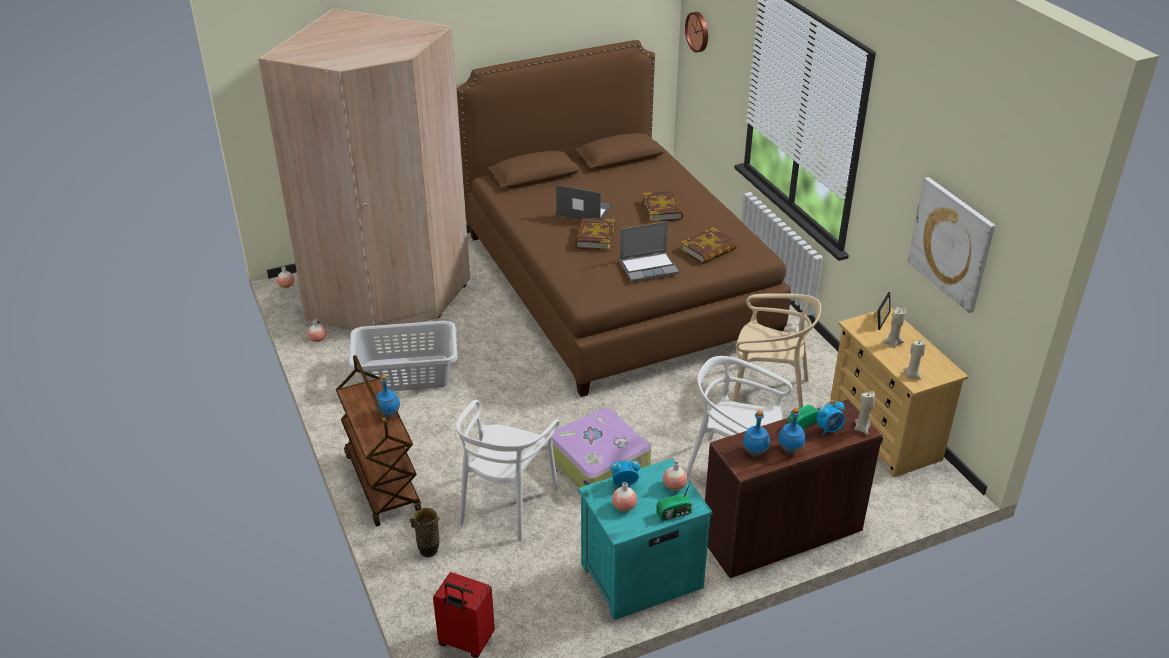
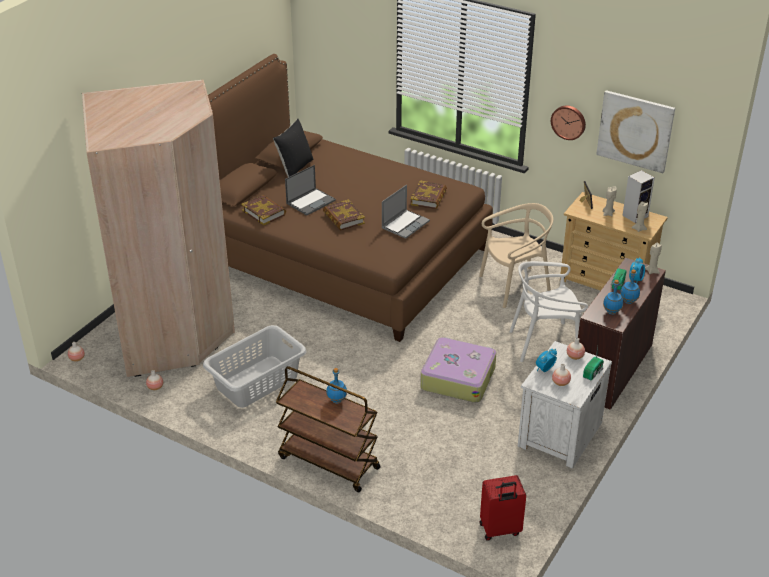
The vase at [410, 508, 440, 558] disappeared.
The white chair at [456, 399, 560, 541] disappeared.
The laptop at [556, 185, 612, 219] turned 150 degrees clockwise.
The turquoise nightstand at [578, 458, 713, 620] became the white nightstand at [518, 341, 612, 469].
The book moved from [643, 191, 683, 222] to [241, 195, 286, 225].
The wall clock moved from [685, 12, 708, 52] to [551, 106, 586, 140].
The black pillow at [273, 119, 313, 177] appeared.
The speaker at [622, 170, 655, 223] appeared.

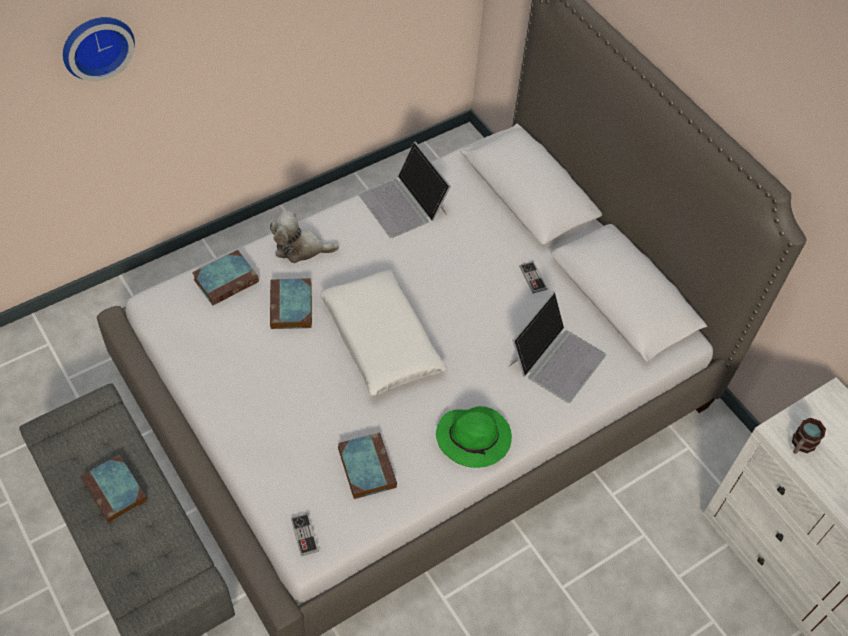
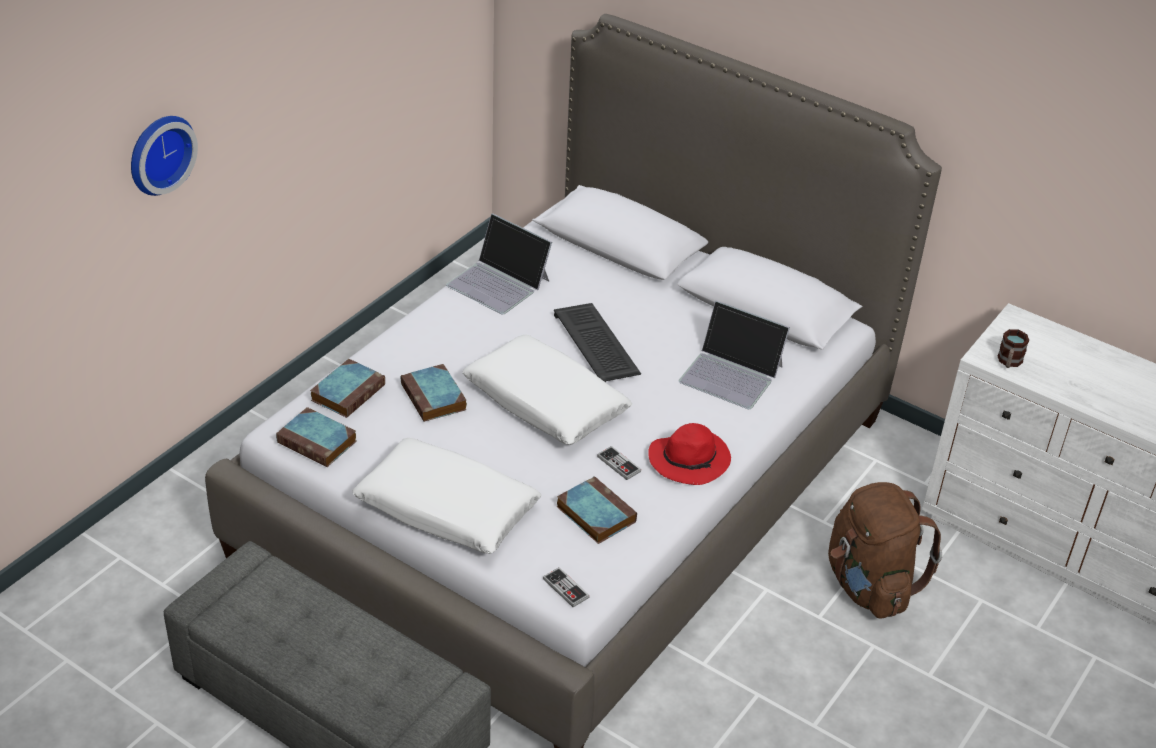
The book moved from [81, 455, 148, 524] to [276, 407, 357, 467].
The plush toy at [270, 211, 339, 263] disappeared.
The green hat at [436, 406, 512, 468] became the red hat at [648, 423, 731, 485].
The laptop at [509, 291, 606, 403] turned 105 degrees clockwise.
The game controller moved from [519, 261, 548, 294] to [597, 446, 641, 480].
The white pillow at [352, 438, 542, 554] appeared.
The keyboard at [554, 303, 641, 382] appeared.
The brown backpack at [828, 482, 942, 619] appeared.

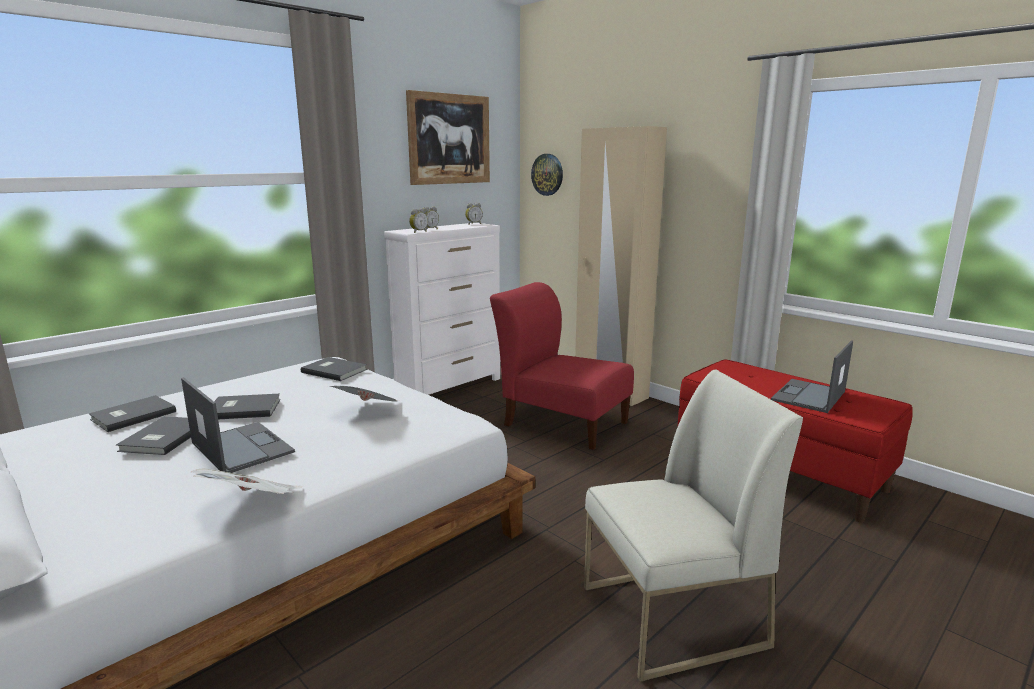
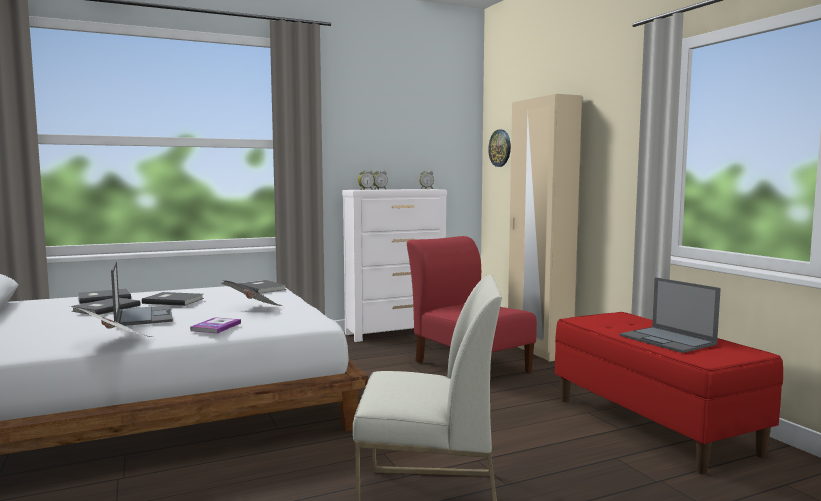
The picture at [406, 90, 490, 185] disappeared.
The laptop at [771, 341, 853, 413] turned 90 degrees counterclockwise.
The book at [190, 317, 241, 333] appeared.

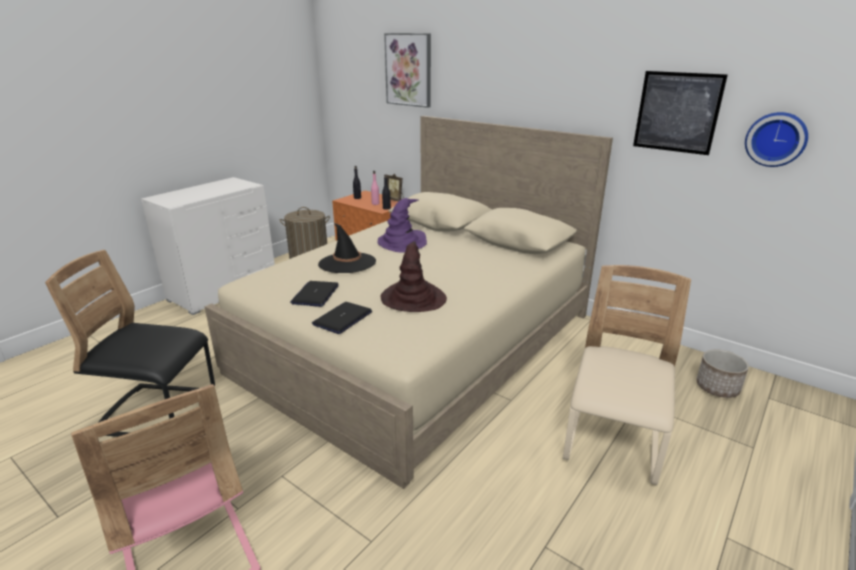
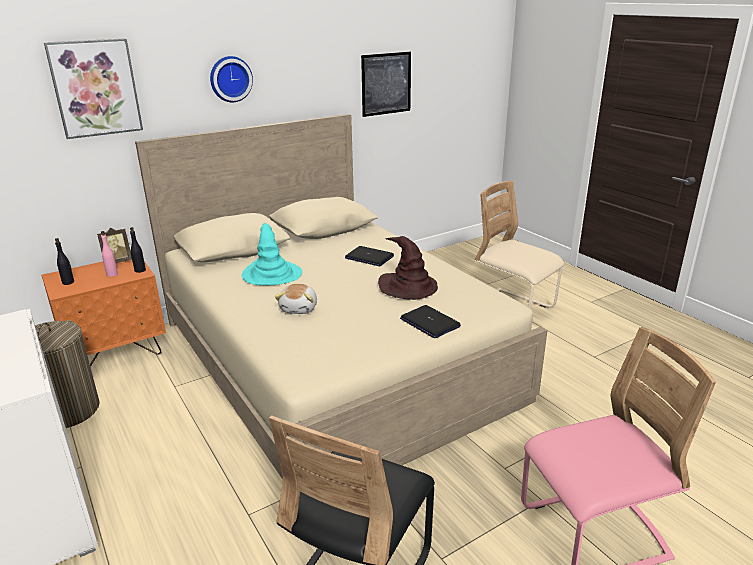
The laptop moved from [290, 281, 339, 307] to [345, 246, 394, 266].
The black hat at [318, 223, 376, 273] was replaced by the plush toy at [275, 284, 317, 314].
The purple hat at [378, 198, 427, 253] became the turquoise hat at [241, 223, 302, 285].
The planter at [696, 350, 749, 398] disappeared.
The wall clock moved from [745, 112, 808, 167] to [210, 56, 253, 102].

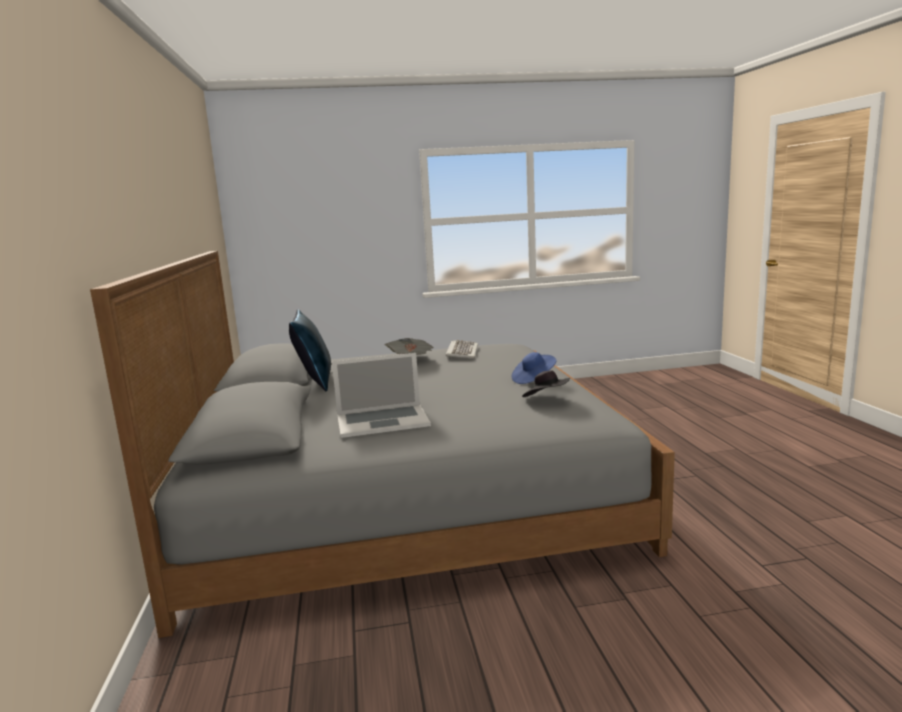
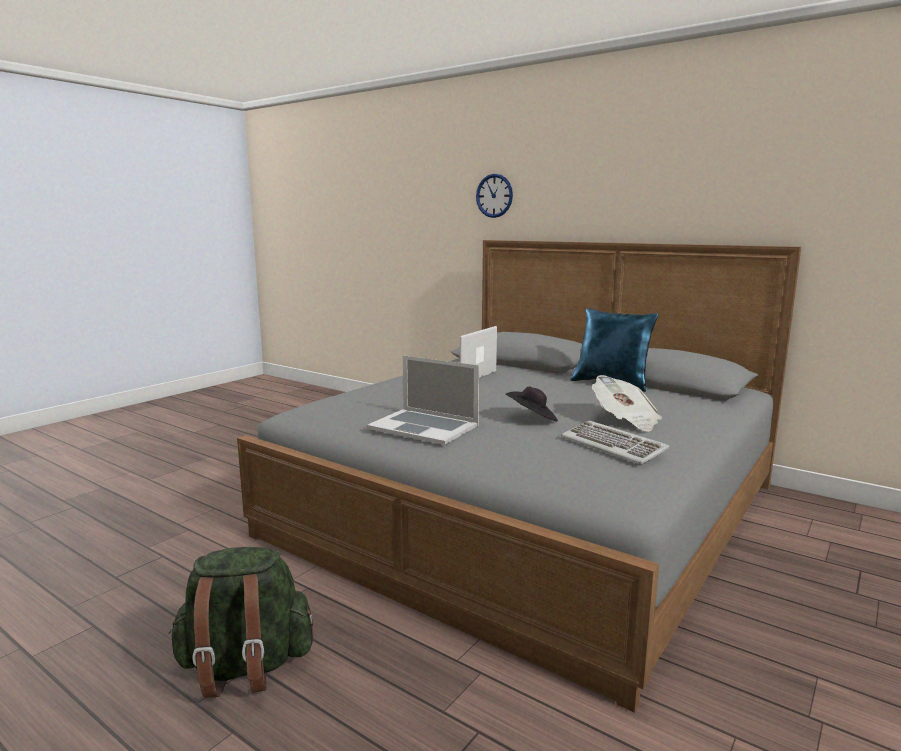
The blue hat at [512, 352, 557, 384] was replaced by the laptop at [367, 355, 479, 445].
The black hat moved from [522, 371, 570, 397] to [506, 387, 558, 422].
The green backpack at [168, 547, 314, 698] appeared.
The wall clock at [476, 174, 513, 218] appeared.

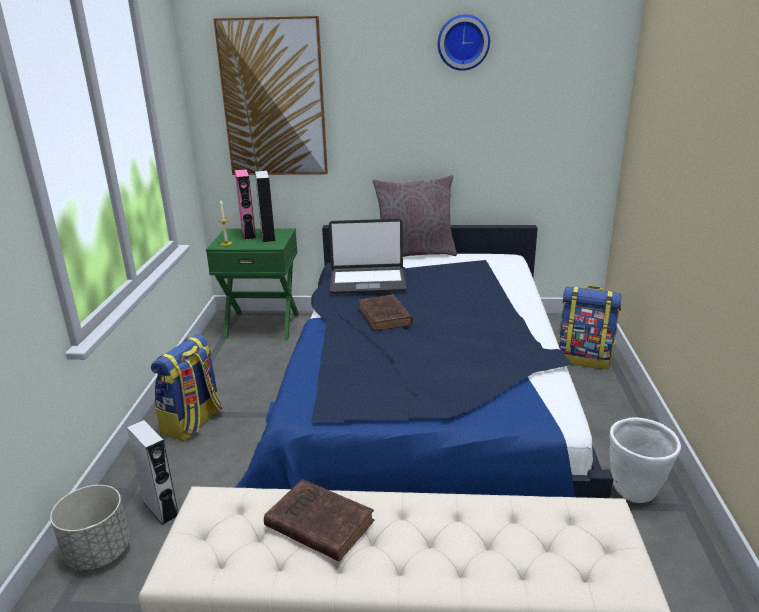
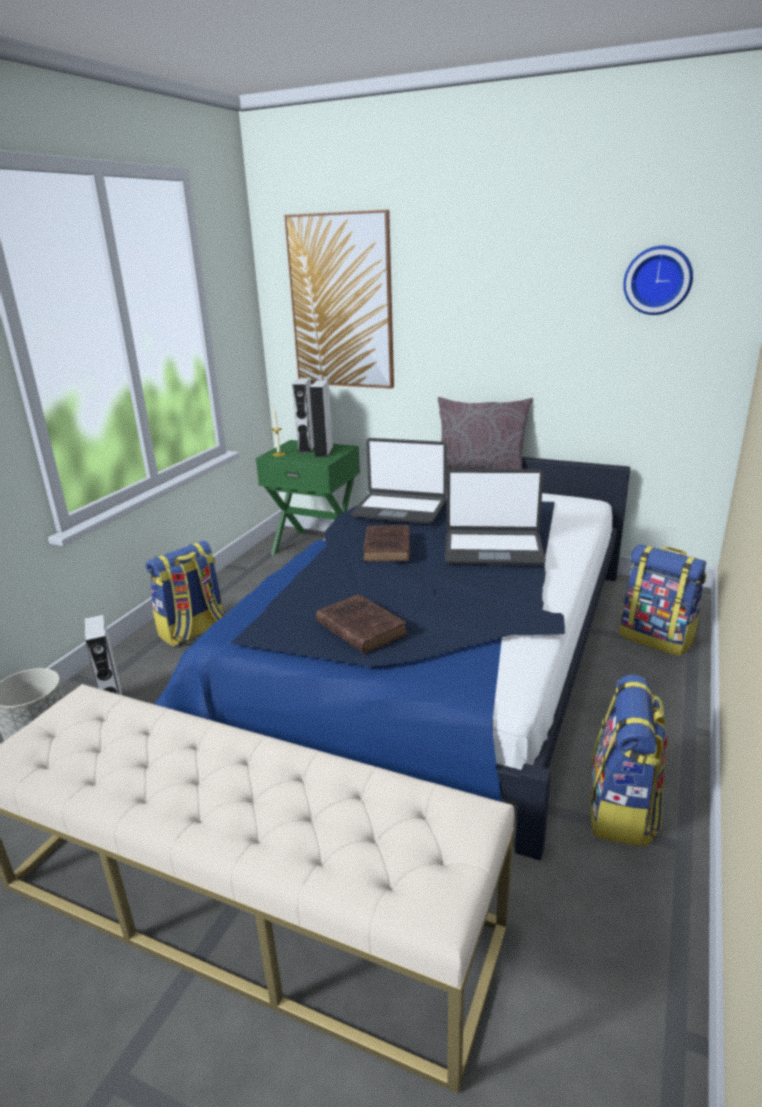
The pink speaker at [235, 169, 256, 240] became the grey speaker at [292, 378, 314, 453].
The brown book moved from [264, 479, 374, 562] to [316, 594, 408, 654].
The wall clock moved from [438, 14, 490, 71] to [623, 246, 693, 315].
The white planter at [610, 417, 681, 503] was replaced by the backpack at [590, 675, 667, 847].
The laptop at [445, 469, 546, 565] appeared.

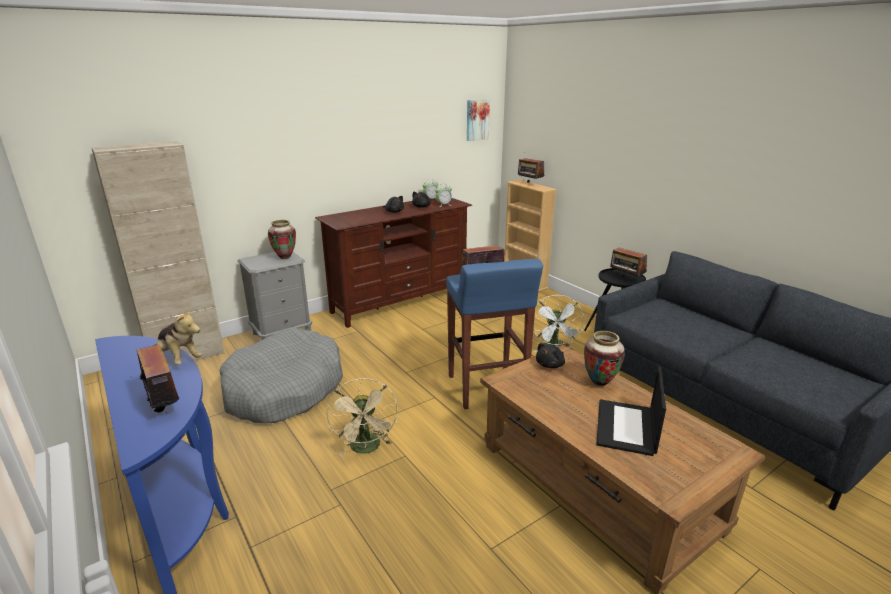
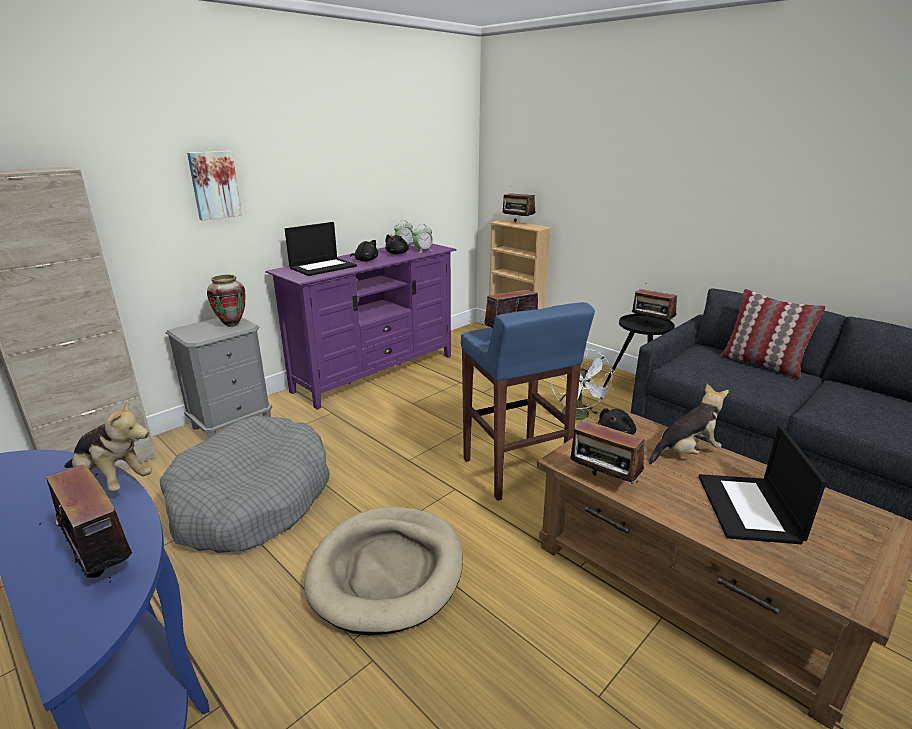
The brown tv stand at [315, 198, 472, 328] became the purple tv stand at [265, 242, 457, 410].
The beige fan at [327, 378, 398, 455] was replaced by the beige dog bed at [304, 507, 463, 635].
The picture moved from [467, 99, 490, 141] to [187, 151, 242, 221].
The vase at [584, 331, 625, 387] was replaced by the plush toy at [649, 384, 729, 464].
The laptop at [285, 222, 357, 276] appeared.
The radio at [570, 417, 645, 484] appeared.
The pillow at [720, 289, 826, 379] appeared.

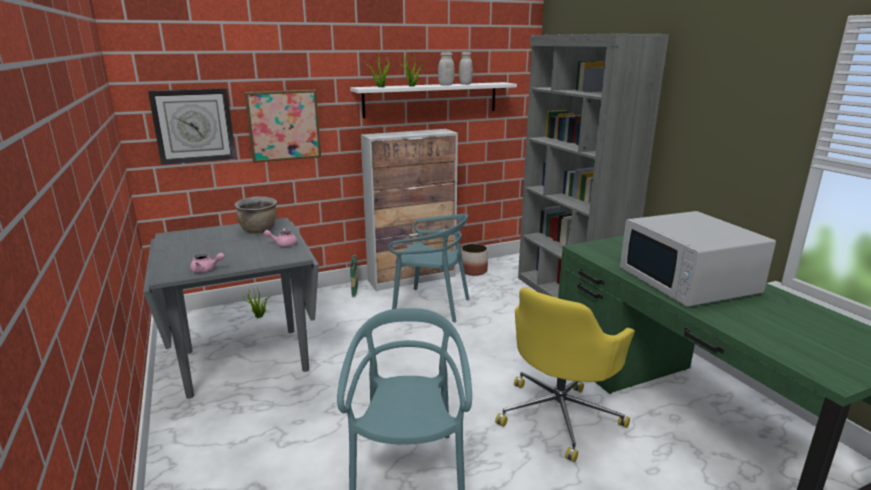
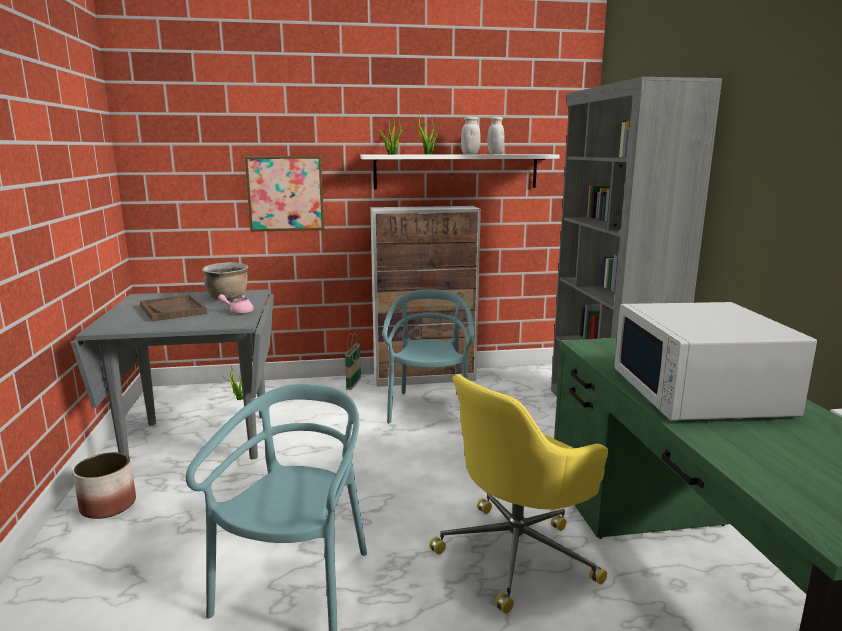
The wall clock at [148, 88, 236, 165] disappeared.
The pink teapot at [190, 253, 225, 272] disappeared.
The turquoise chair at [388, 214, 469, 322] turned 120 degrees counterclockwise.
The planter moved from [461, 244, 488, 276] to [73, 452, 136, 519].
The brown tray at [140, 295, 207, 322] appeared.

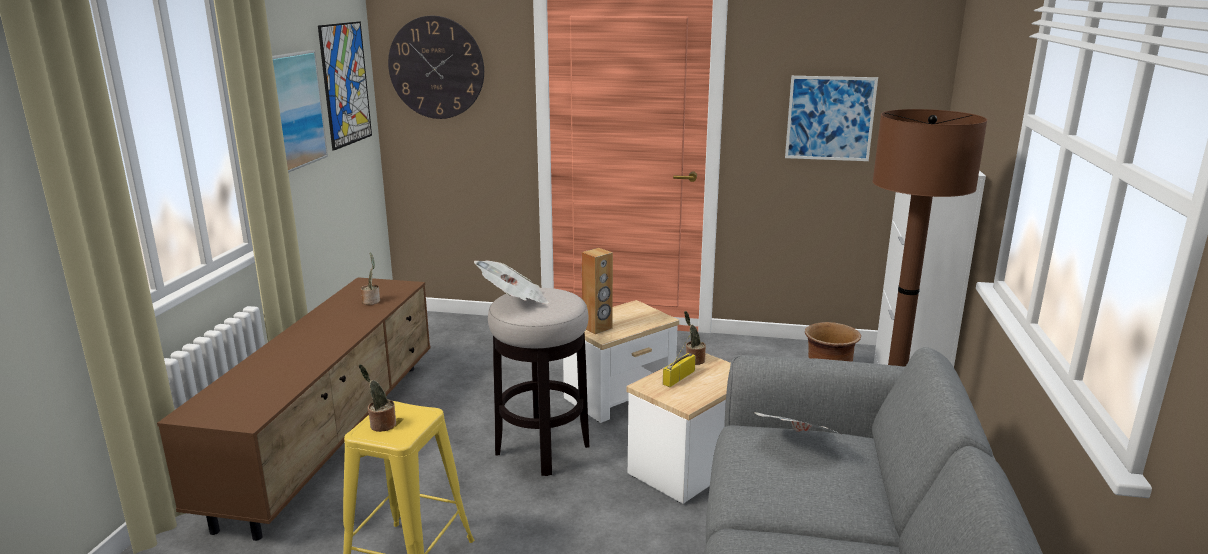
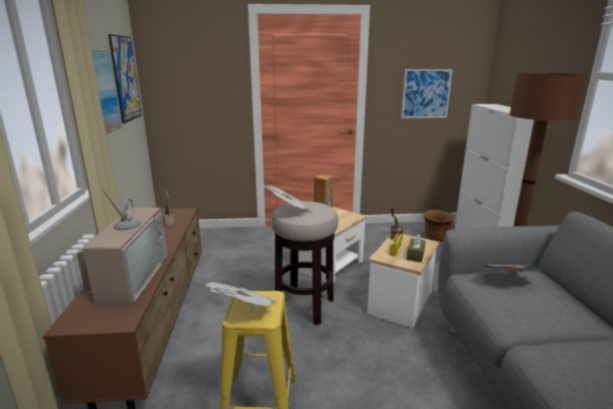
The potted plant at [359, 364, 396, 432] was replaced by the newspaper at [206, 282, 278, 307].
The wall clock at [388, 16, 484, 119] disappeared.
The television at [76, 167, 168, 306] appeared.
The brown tissue box at [407, 234, 426, 262] appeared.

